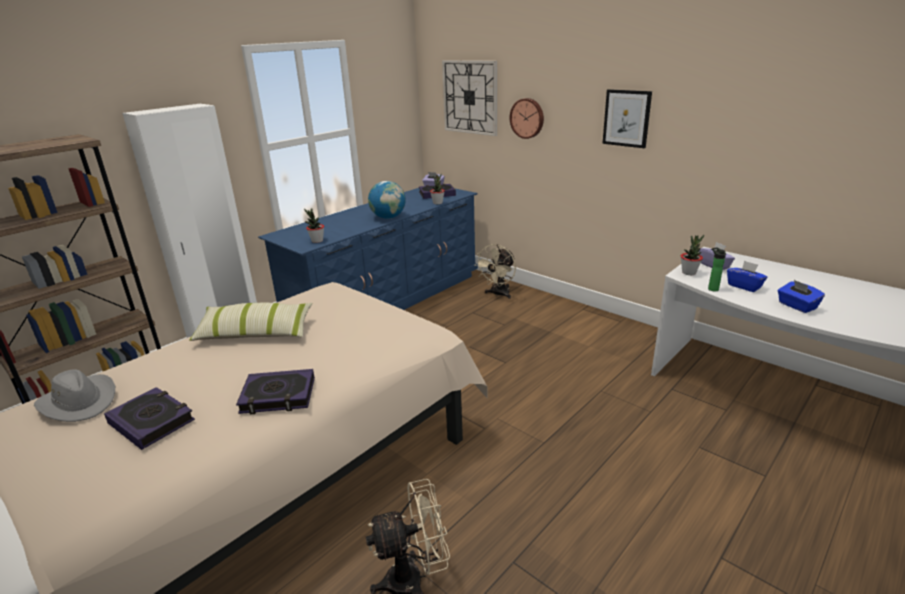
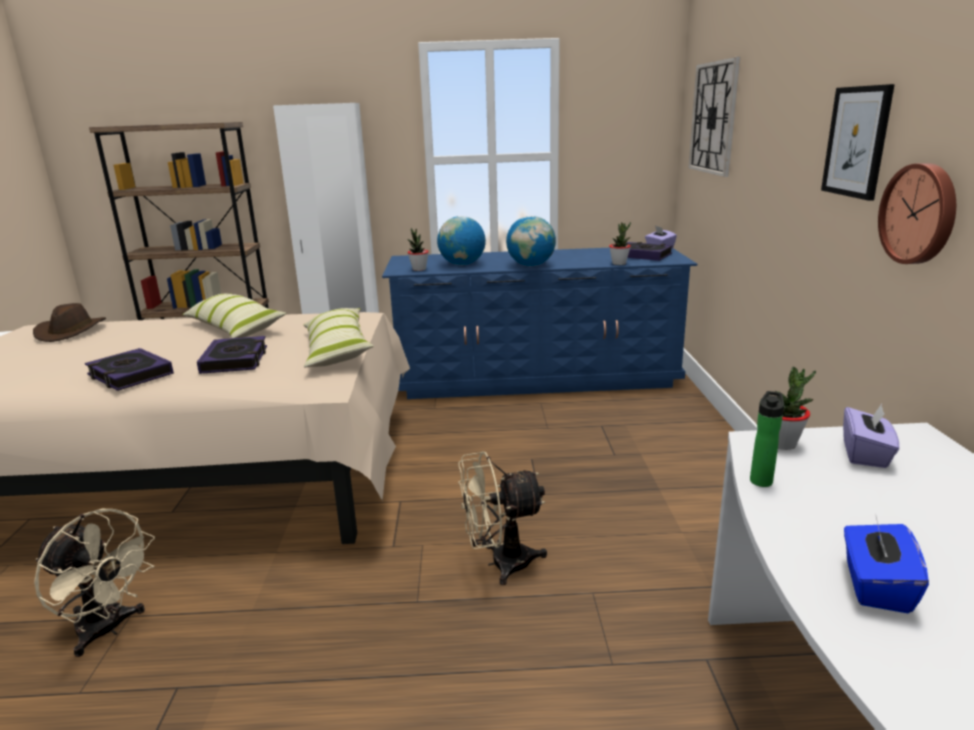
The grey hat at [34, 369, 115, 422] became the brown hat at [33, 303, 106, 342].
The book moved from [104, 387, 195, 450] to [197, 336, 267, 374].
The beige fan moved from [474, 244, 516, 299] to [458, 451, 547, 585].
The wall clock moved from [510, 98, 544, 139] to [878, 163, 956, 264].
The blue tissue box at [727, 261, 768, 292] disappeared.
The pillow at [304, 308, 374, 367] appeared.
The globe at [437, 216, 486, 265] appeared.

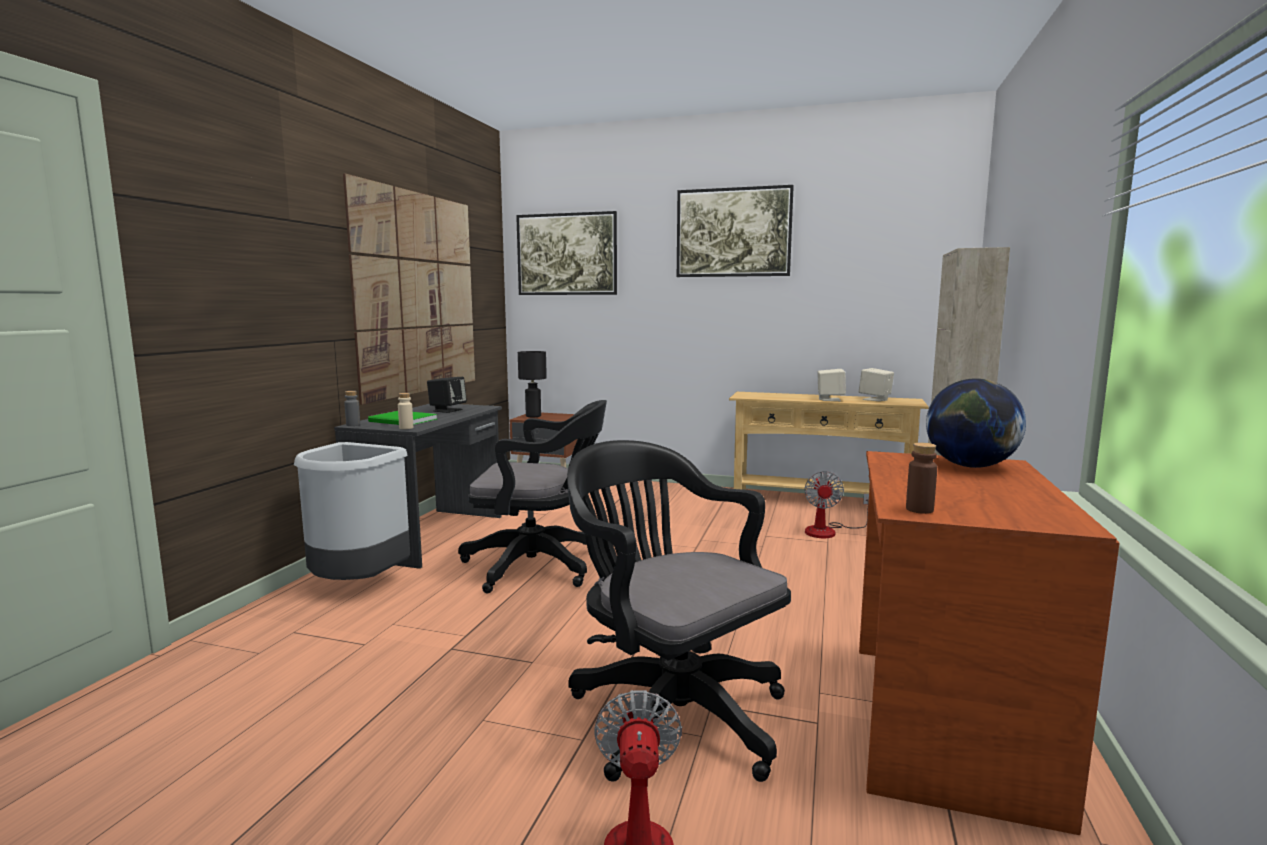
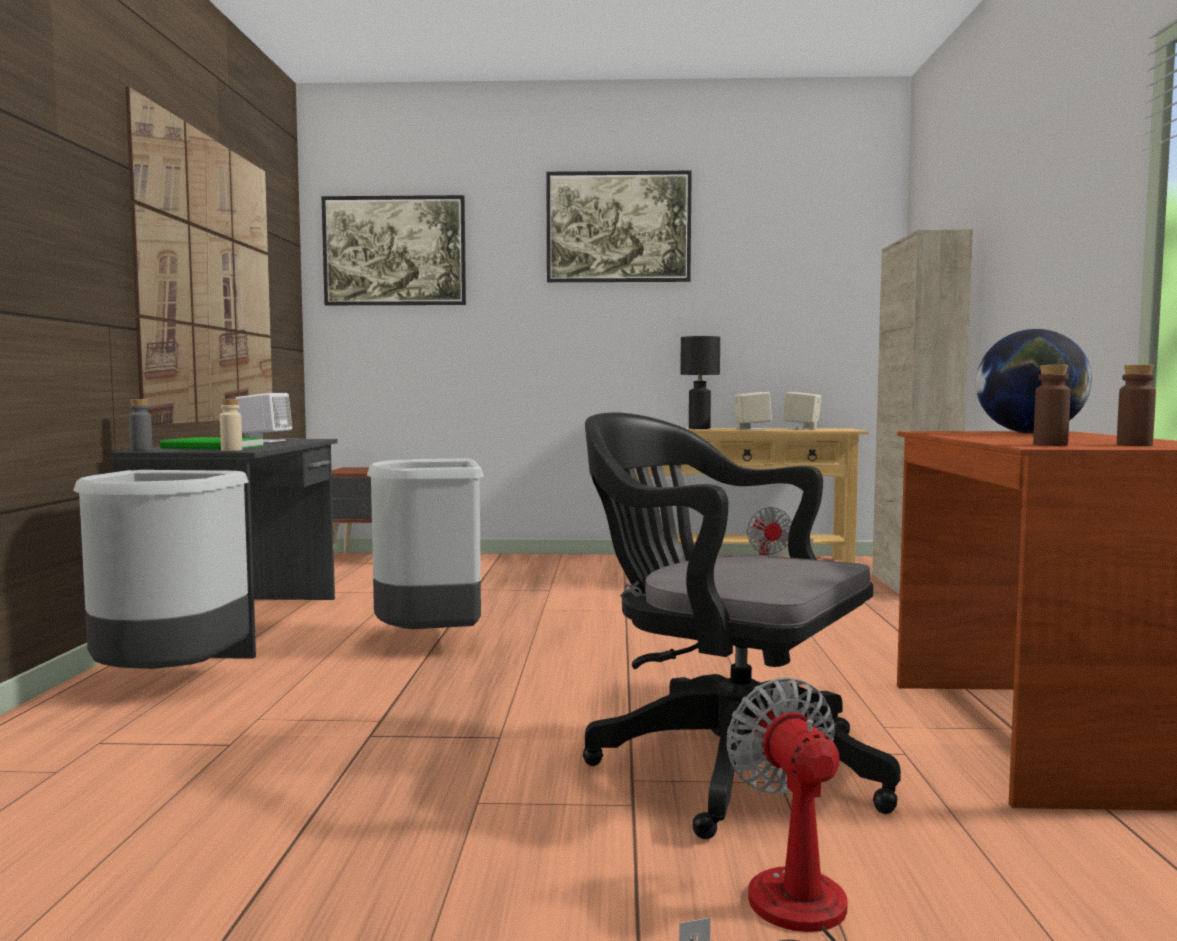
The black speaker at [427, 377, 467, 413] became the white speaker at [235, 393, 292, 442].
The black office chair at [458, 400, 607, 593] was replaced by the grey trash can at [367, 459, 484, 629].
The black table lamp moved from [518, 351, 547, 417] to [680, 336, 720, 429].
The brown bottle at [1117, 365, 1156, 446] appeared.

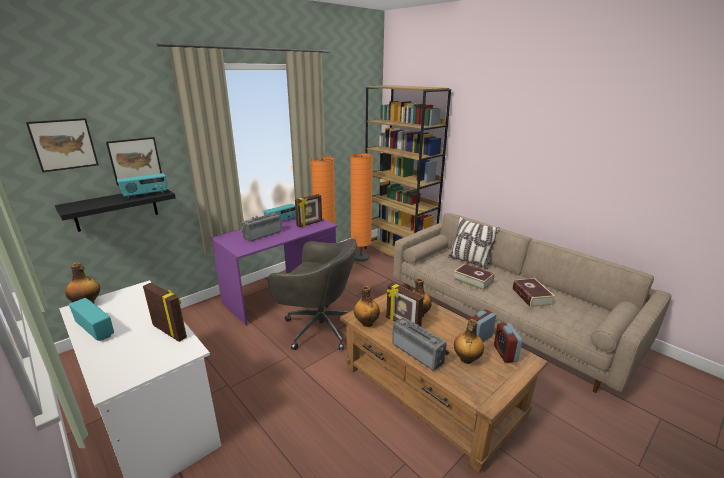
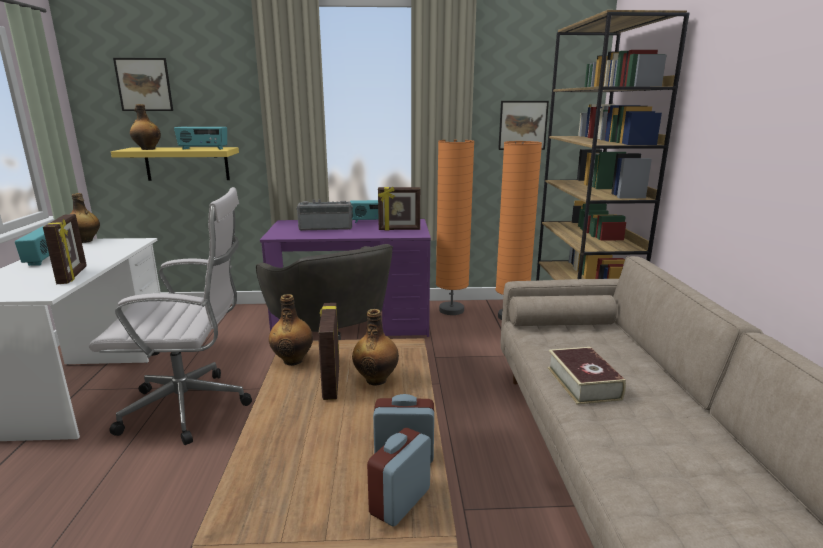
The black shelf at [55, 189, 176, 232] became the yellow shelf at [111, 147, 239, 181].
The picture moved from [106, 137, 162, 186] to [498, 101, 549, 150].
The radio at [392, 317, 449, 371] disappeared.
The pillow at [448, 217, 500, 269] disappeared.
The bottle moved from [454, 319, 484, 364] to [130, 104, 161, 150].
The book at [512, 278, 555, 308] disappeared.
The white office chair at [89, 187, 252, 445] appeared.

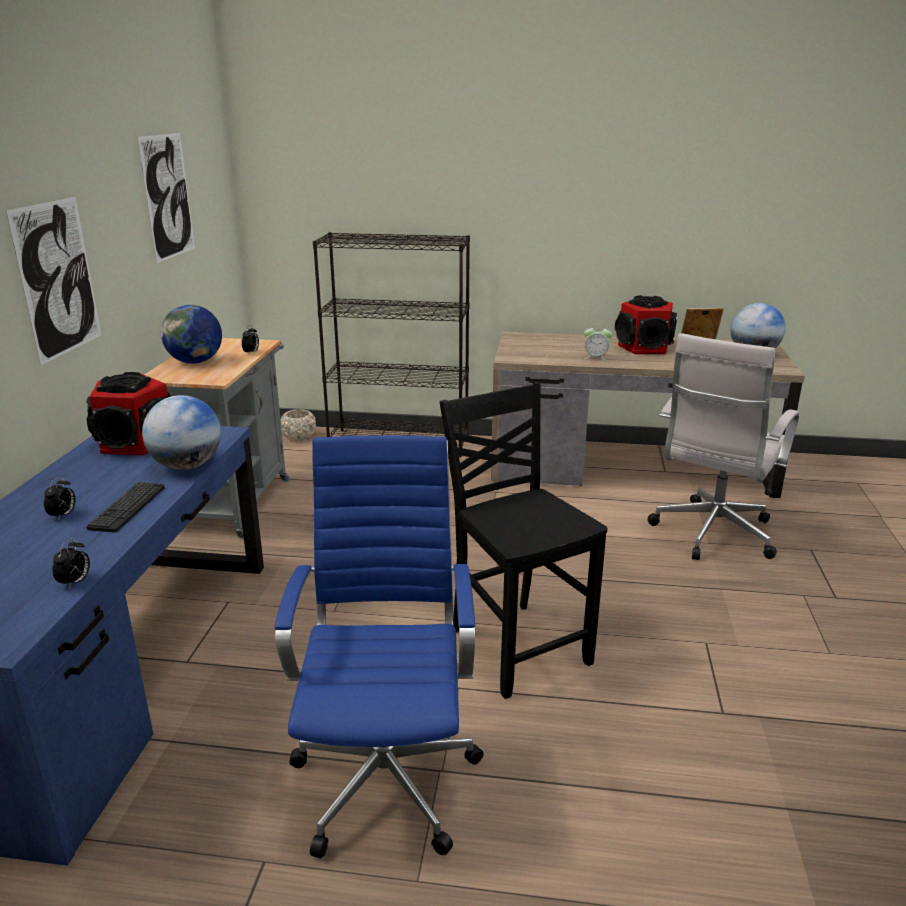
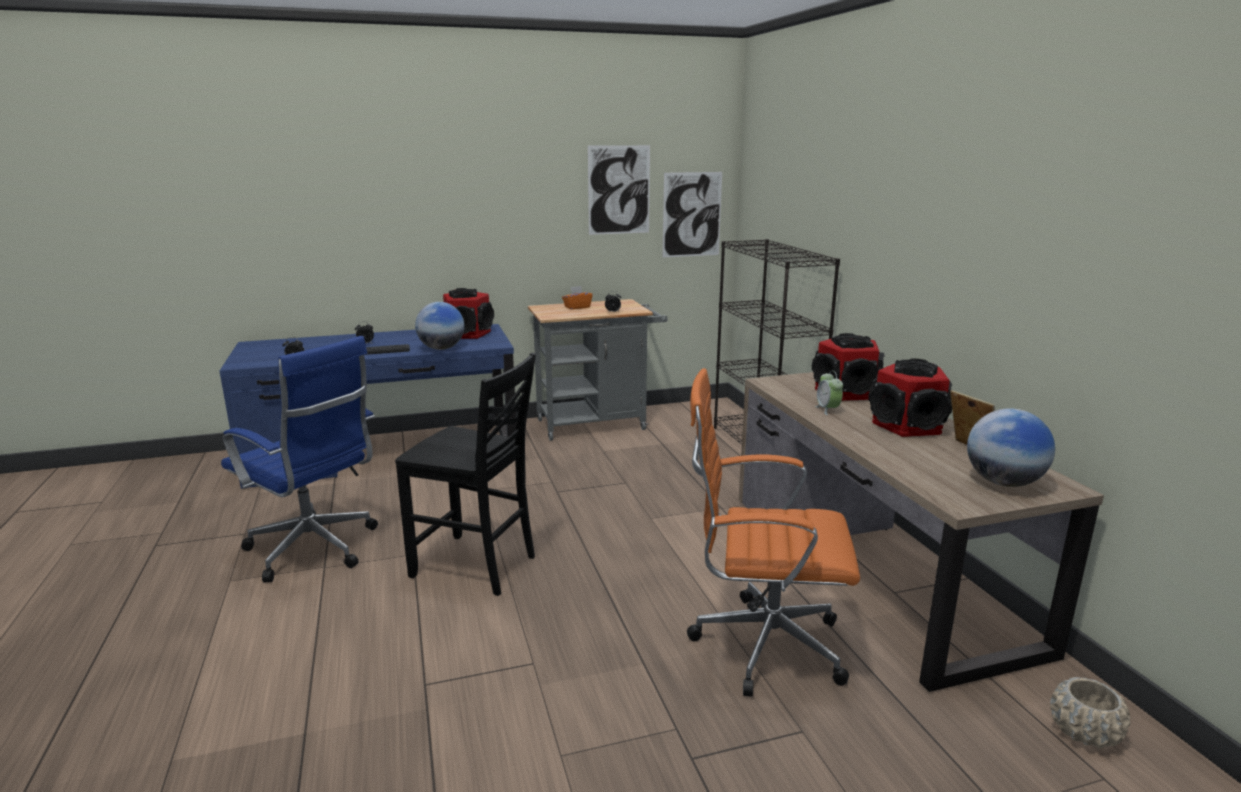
The picture moved from [6, 197, 101, 366] to [663, 172, 722, 257].
The globe at [161, 305, 222, 364] was replaced by the orange tissue box at [562, 286, 593, 310].
The blue office chair at [274, 435, 483, 858] turned 60 degrees clockwise.
The beige planter moved from [281, 409, 316, 440] to [1050, 677, 1131, 748].
The black chair at [440, 382, 608, 699] turned 75 degrees clockwise.
The white office chair at [647, 333, 800, 560] became the orange office chair at [687, 368, 860, 697].
The speaker at [812, 333, 885, 401] appeared.

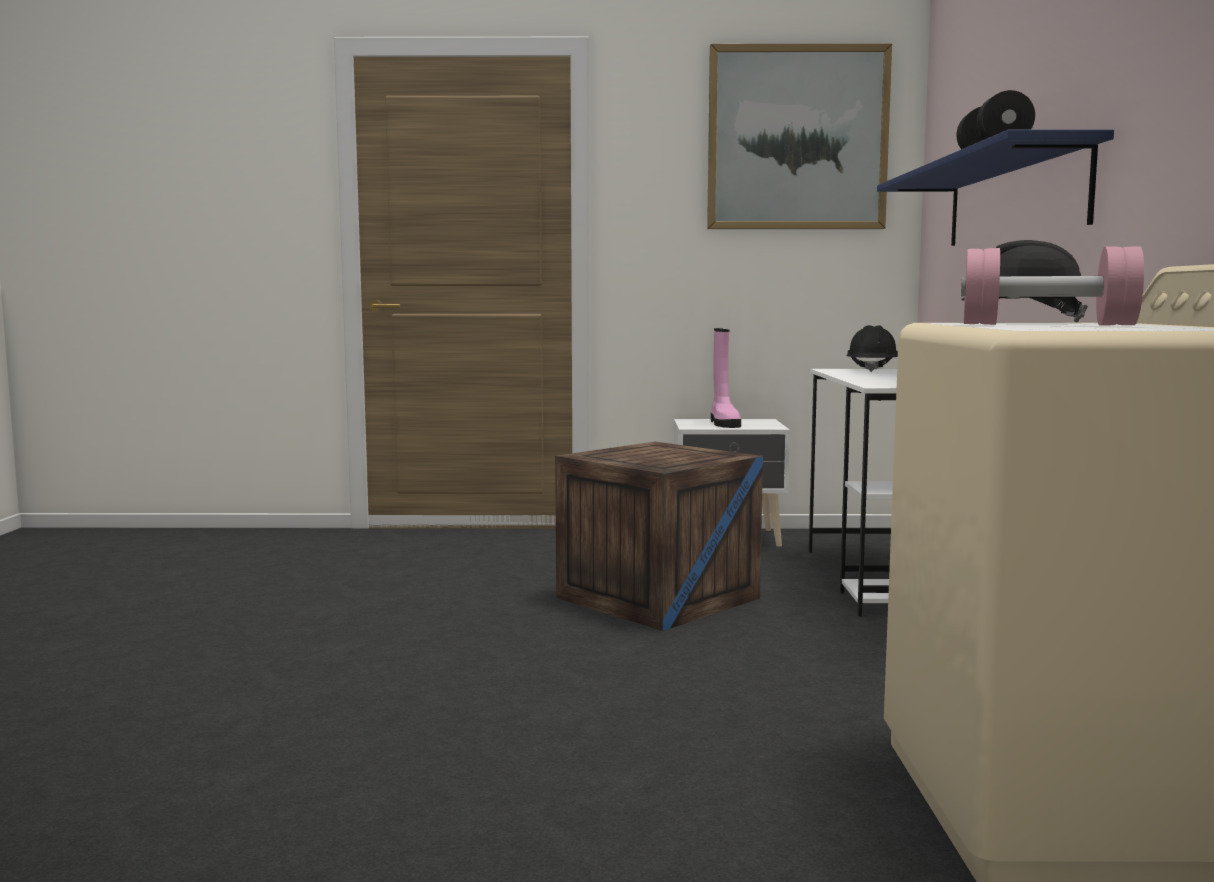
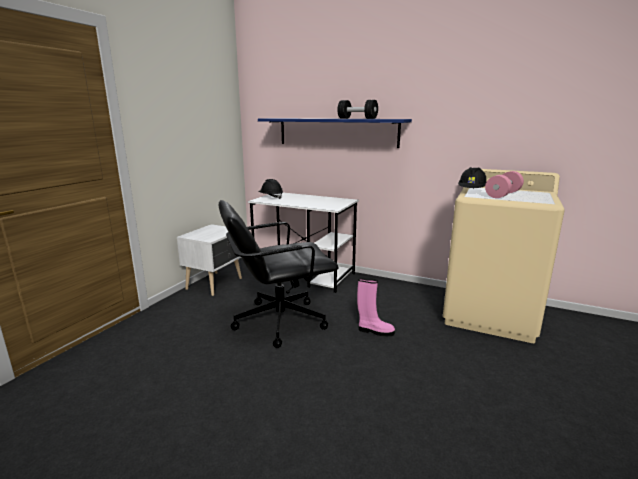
The crate at [555, 442, 763, 631] was replaced by the black office chair at [219, 200, 339, 348].
The picture at [707, 44, 892, 229] disappeared.
The pink boot moved from [711, 328, 741, 428] to [357, 278, 395, 336].

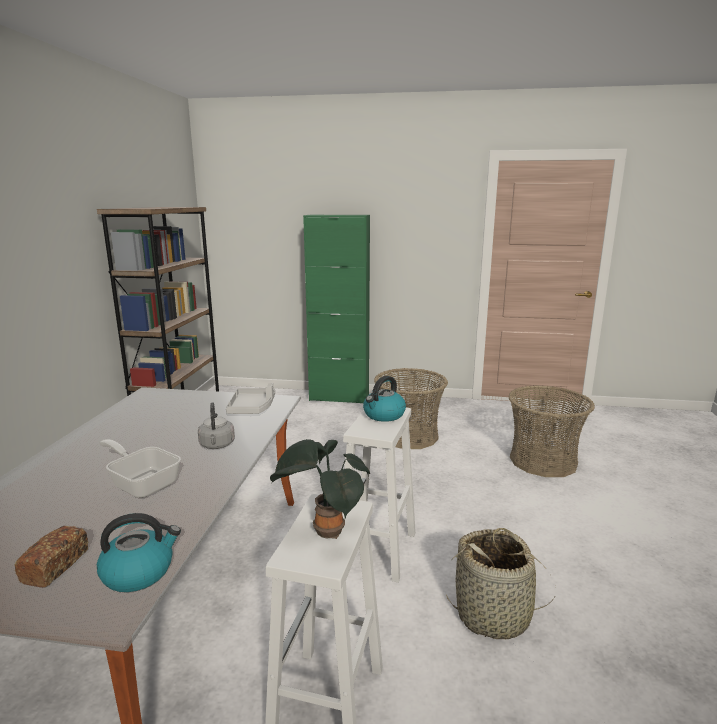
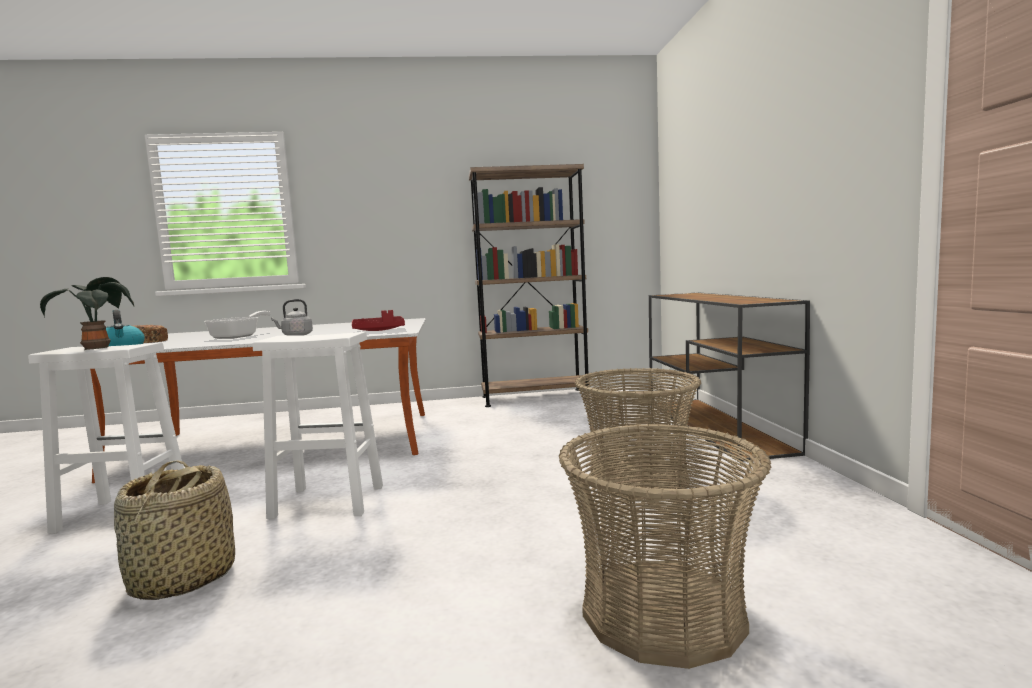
The grey tray at [226, 383, 275, 414] became the red tray at [352, 310, 405, 331].
The green cabinet at [303, 215, 370, 403] was replaced by the brown console table at [649, 292, 810, 462].
The kettle at [363, 376, 406, 422] disappeared.

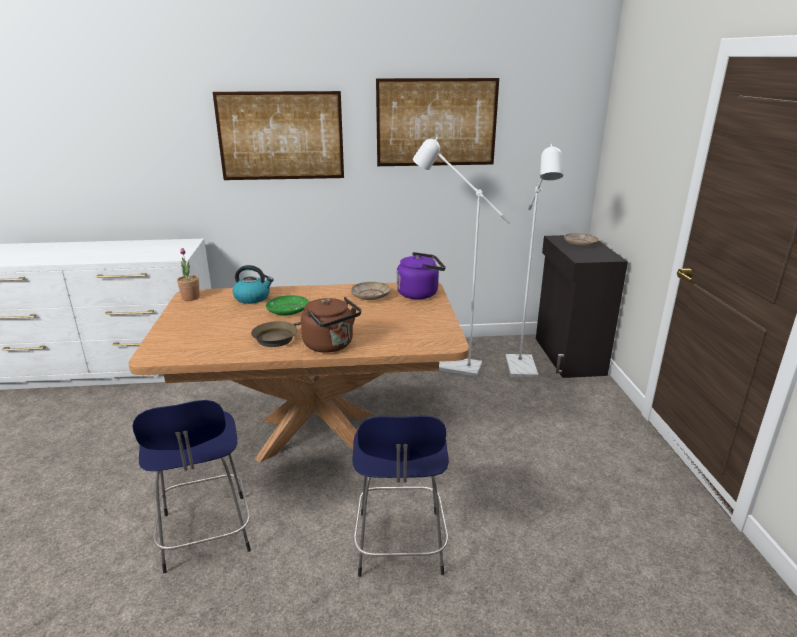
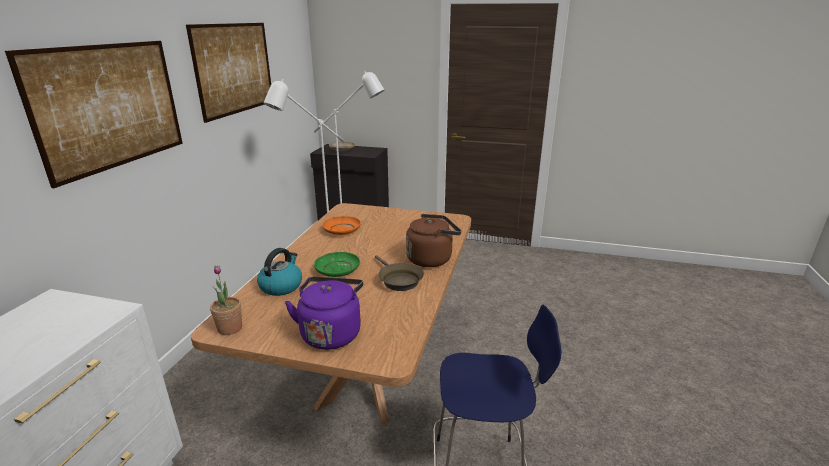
The beige plate at [351, 282, 391, 300] became the orange plate at [322, 216, 361, 235].
The blue stool at [353, 416, 449, 577] disappeared.
The purple kettle moved from [397, 252, 446, 299] to [285, 277, 363, 350].

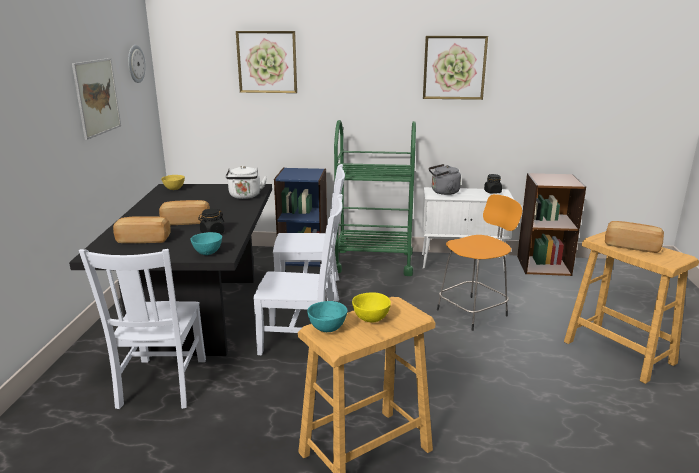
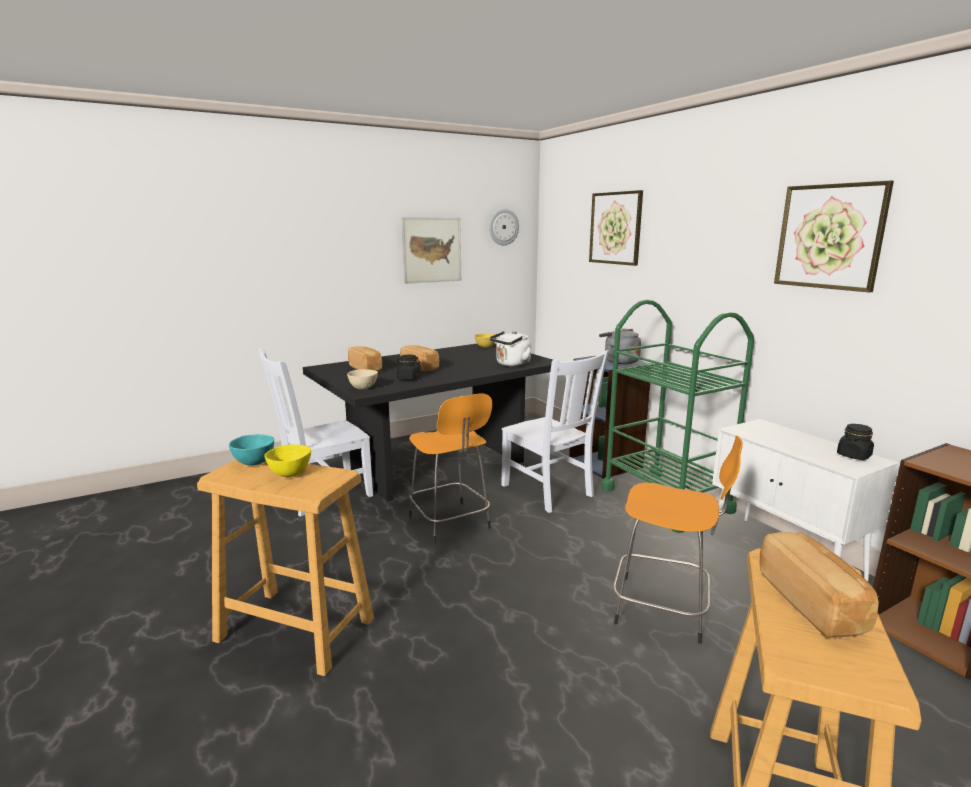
The turquoise bowl at [190, 232, 222, 255] became the beige bowl at [347, 369, 378, 390].
The white chair at [253, 194, 343, 355] was replaced by the orange stool at [409, 394, 492, 545].
The grey kettle moved from [429, 164, 461, 195] to [599, 328, 641, 364].

